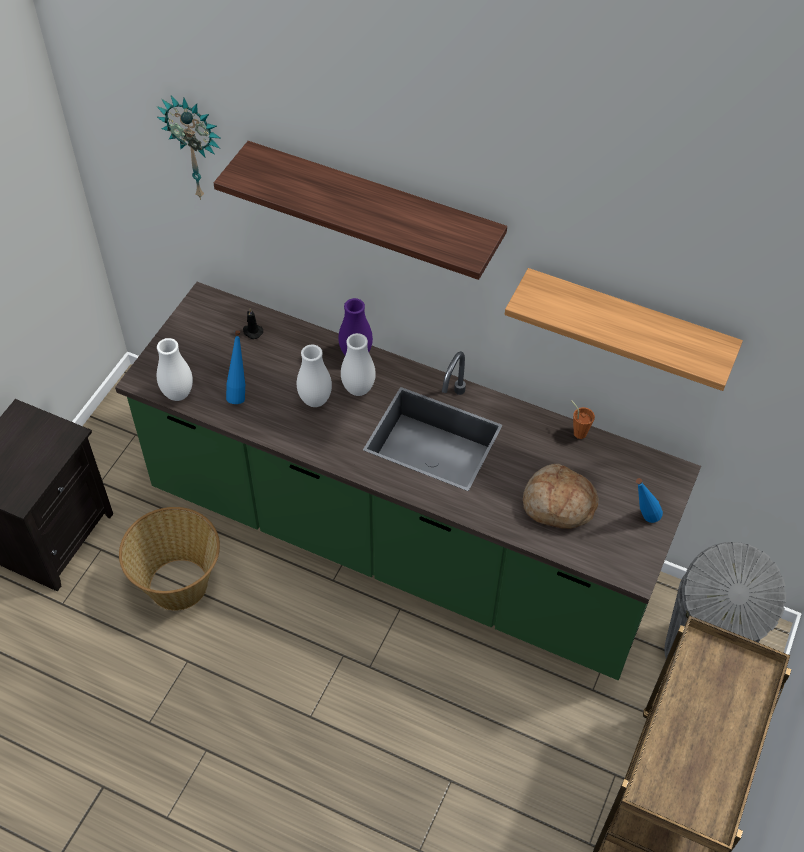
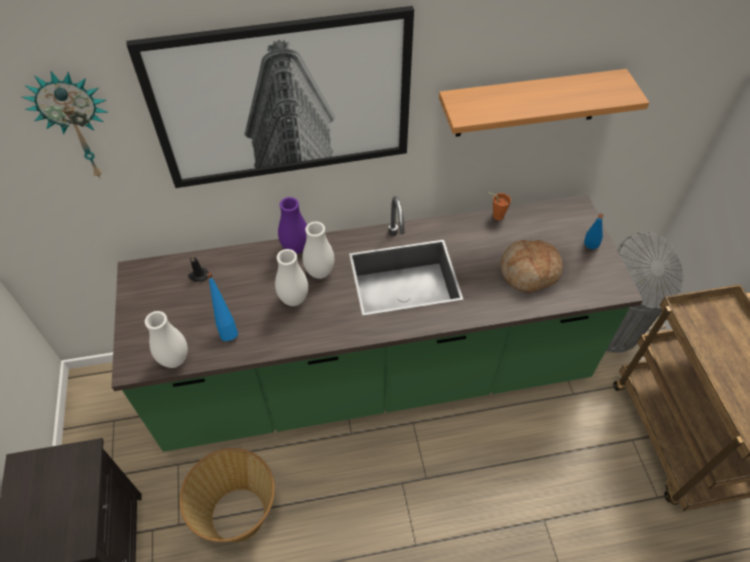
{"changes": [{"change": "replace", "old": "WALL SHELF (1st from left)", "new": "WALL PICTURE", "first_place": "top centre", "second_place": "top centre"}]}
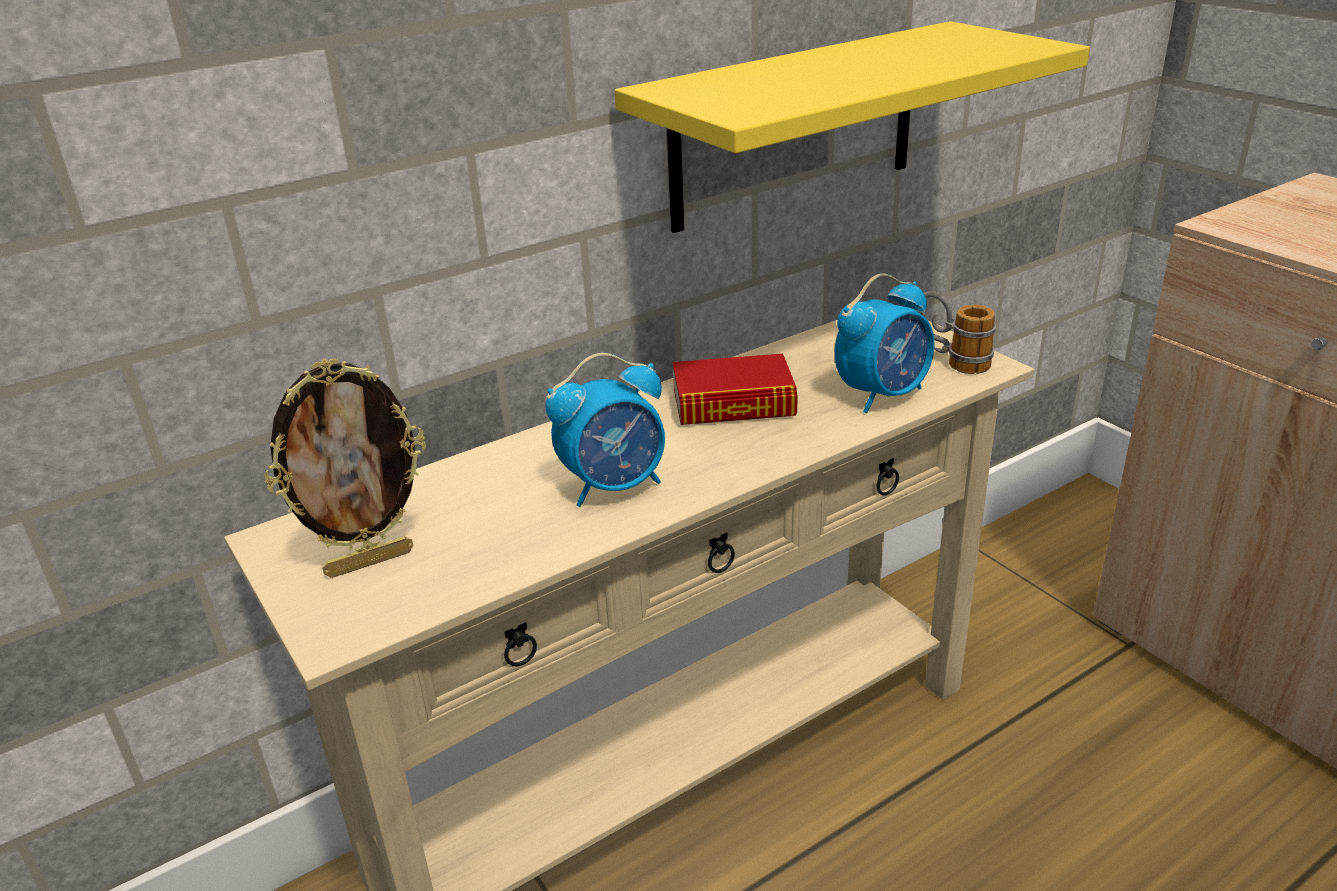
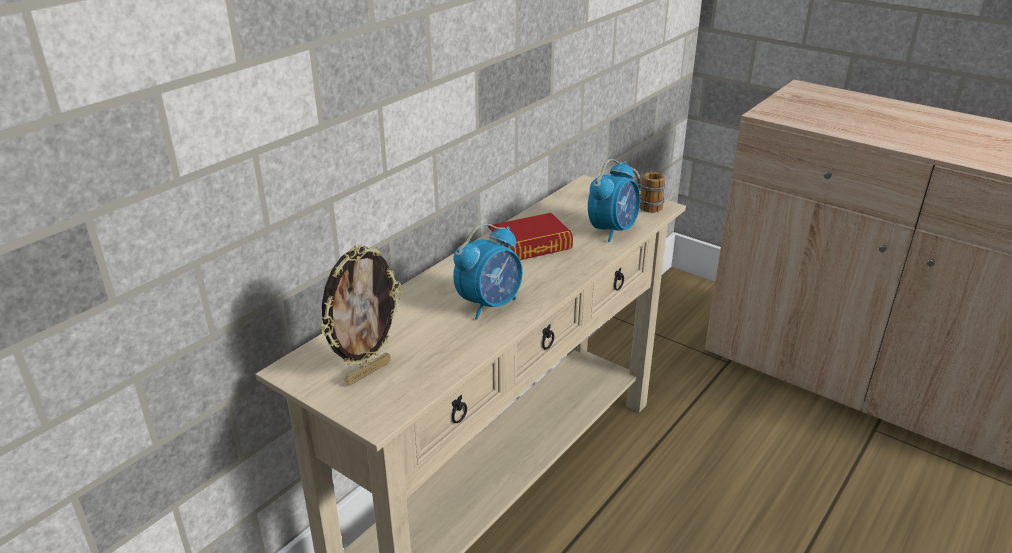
{"changes": [{"change": "delete", "old": "YELLOW-COLOURED WALL SHELF", "first_place": "top centre"}]}
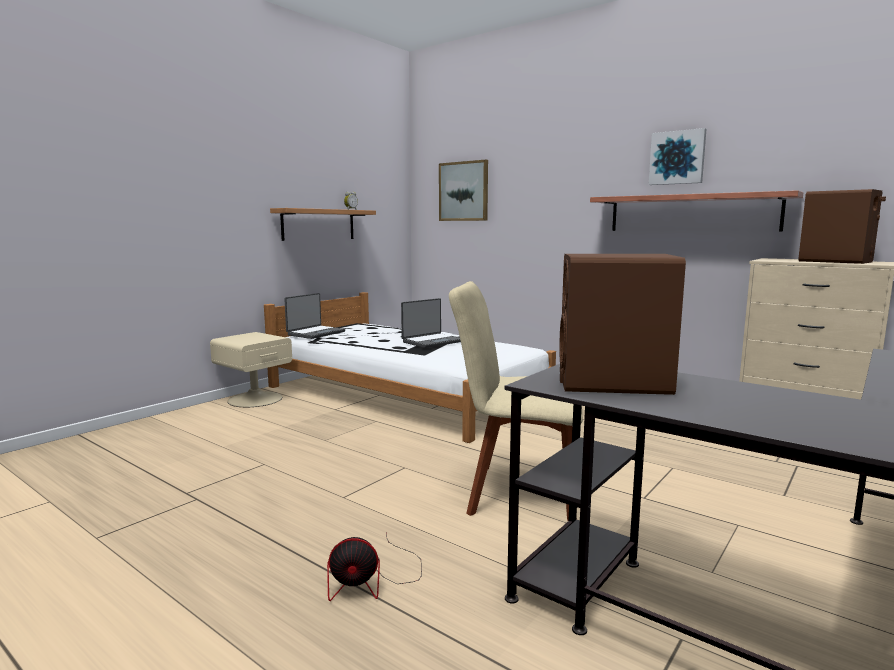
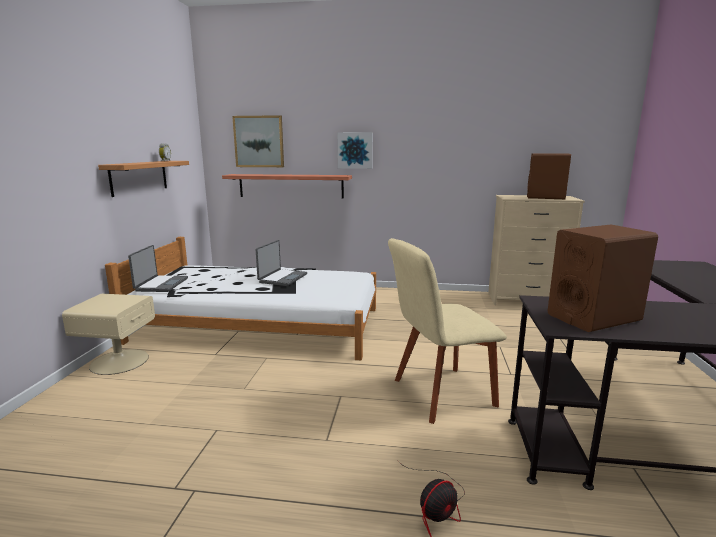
{"changes": [{"change": "move", "old": "WALL SHELF (2nd from left)", "first_place": "top right", "second_place": "centre"}, {"change": "move", "old": "WALL PICTURE (2nd from left)", "first_place": "top right", "second_place": "top centre"}]}
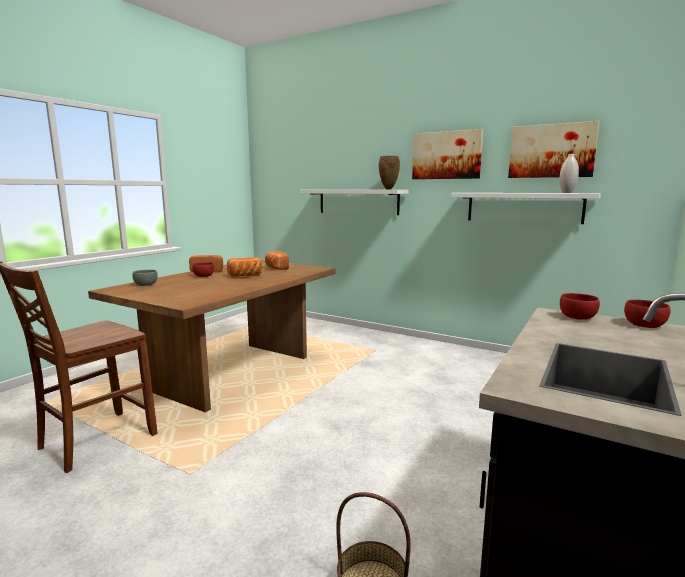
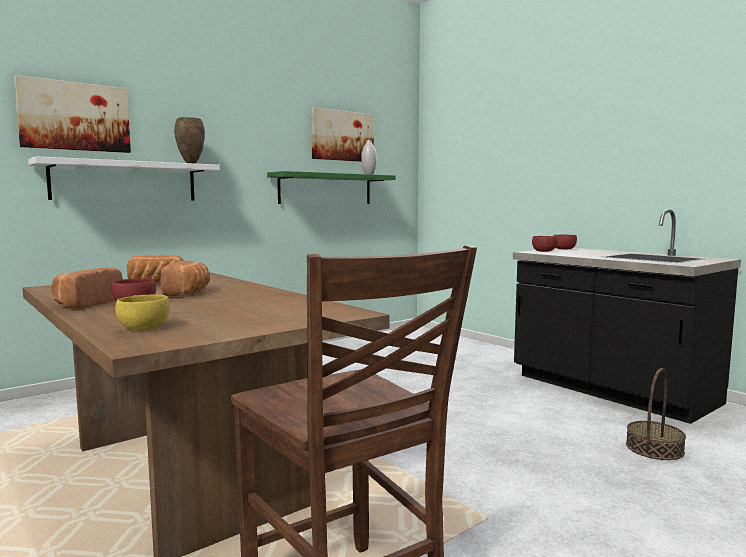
{"changes": [{"change": "move", "old": "WALL PICTURE (1st from left)", "first_place": "top centre", "second_place": "top left"}, {"change": "recolor", "old": "GREYISH DEEP DISH", "new": "YELLOW-COLOURED DEEP DISH", "first_place": "middle left", "second_place": "middle left"}, {"change": "recolor", "old": "WHITISH WALL SHELF (2nd from left)", "new": "GREEN-COLOURED WALL SHELF", "first_place": "middle right", "second_place": "centre"}]}
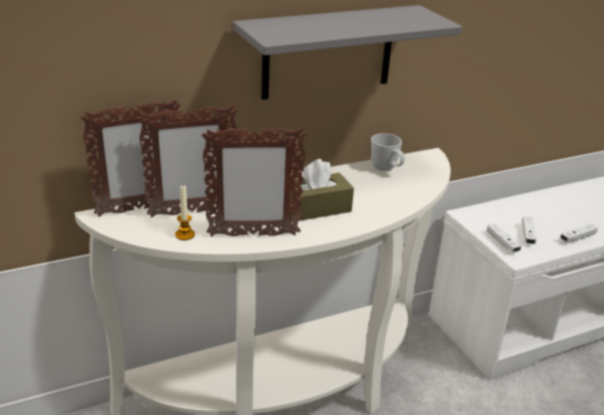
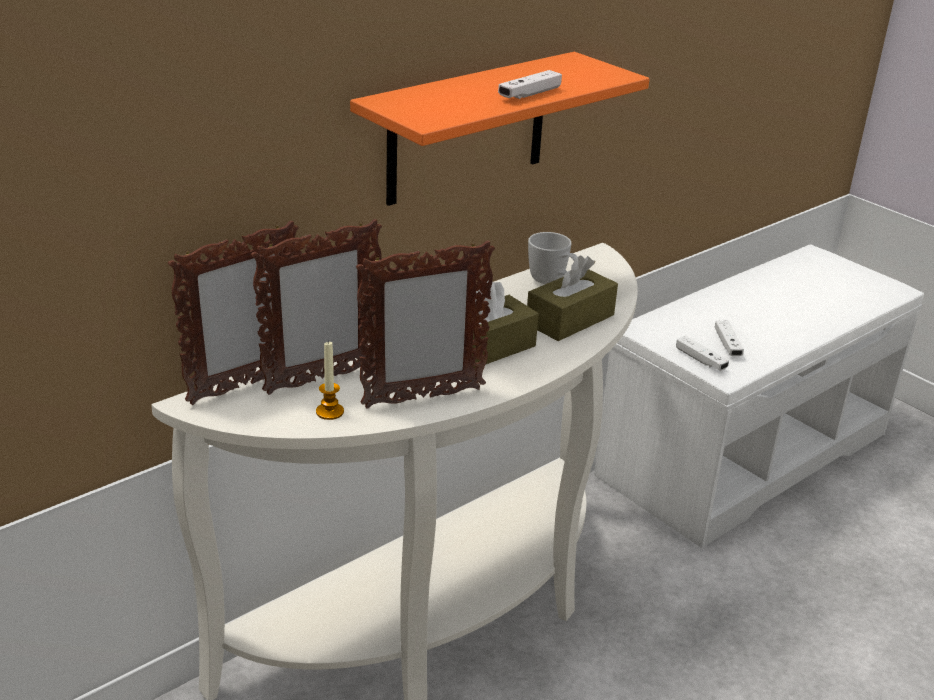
{"changes": [{"change": "recolor", "old": "GREYISH WALL SHELF", "new": "ORANGE-COLOURED WALL SHELF", "first_place": "top centre", "second_place": "top centre"}, {"change": "move", "old": "WHITISH JOYPAD (3rd from left in the first image)", "new": "WHITISH JOYPAD (1st from left)", "first_place": "middle right", "second_place": "top centre"}, {"change": "insert", "new": "BROWN TISSUE BOX (2nd from left)", "second_place": "centre"}]}
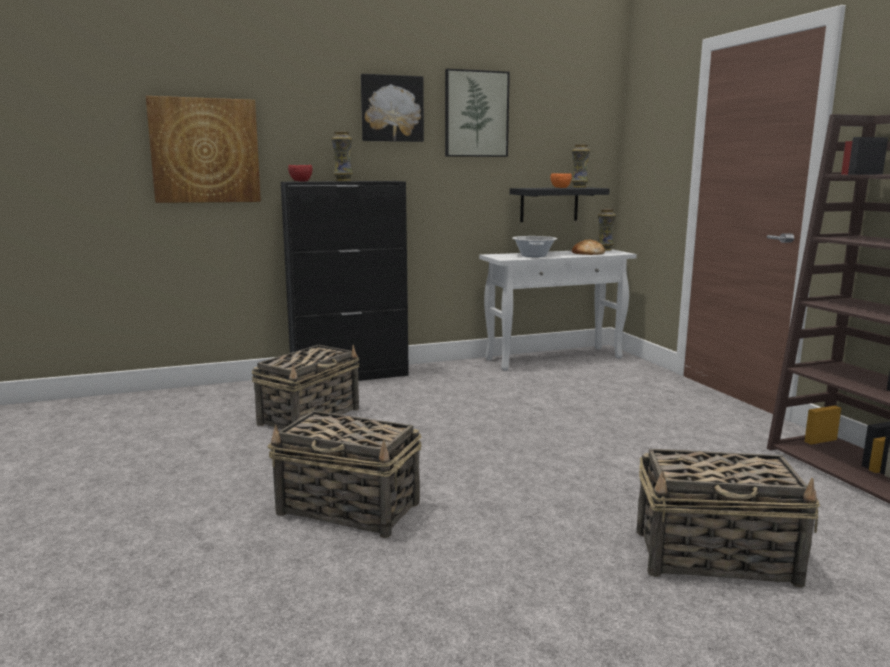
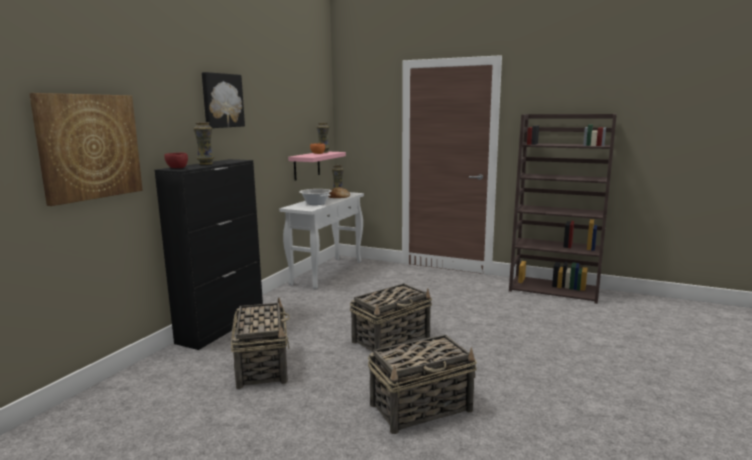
{"changes": [{"change": "recolor", "old": "BLACKISH WALL SHELF", "new": "PINK WALL SHELF", "first_place": "top centre", "second_place": "centre"}, {"change": "move", "old": "STORAGE BASKET (3rd from left in the first image)", "new": "STORAGE BASKET (2nd from left)", "first_place": "bottom right", "second_place": "bottom centre"}, {"change": "delete", "old": "WALL PICTURE (3rd from left)", "first_place": "top centre"}]}
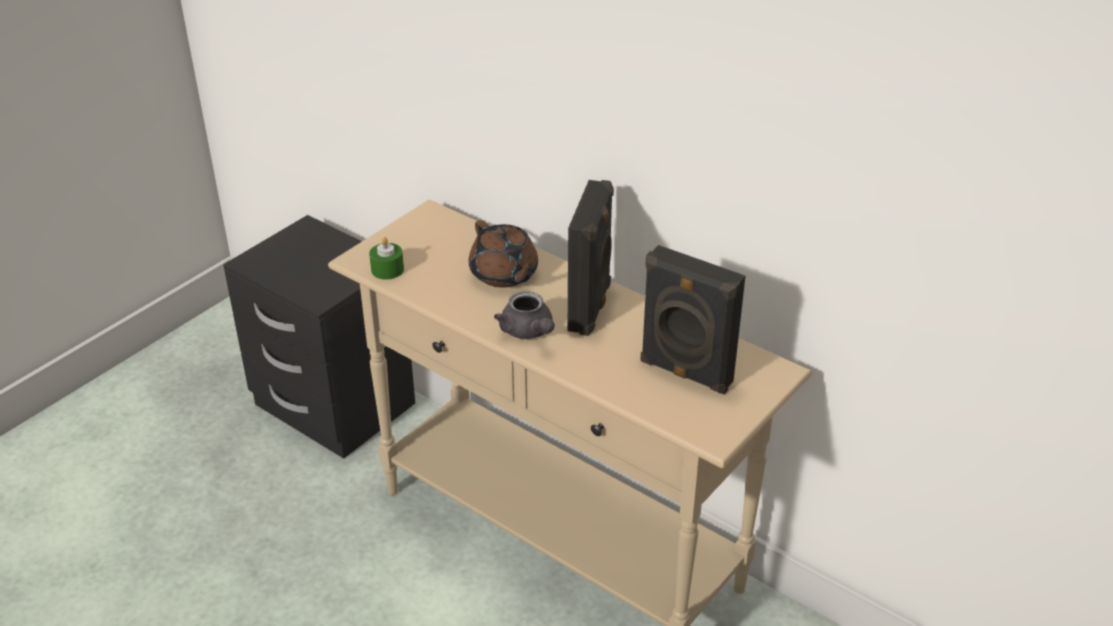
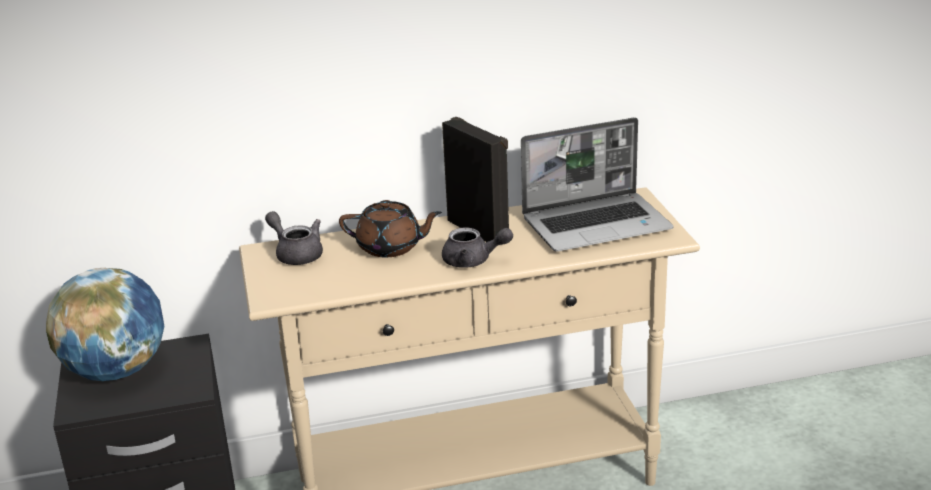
{"changes": [{"change": "insert", "new": "WORLD GLOBE", "second_place": "middle left"}, {"change": "insert", "new": "GREYISH POT FOR TEA (1st from left)", "second_place": "middle left"}, {"change": "replace", "old": "BLACKISH LOUDSPEAKER (2nd from left)", "new": "NOTEBOOK COMPUTER", "first_place": "centre", "second_place": "centre"}, {"change": "delete", "old": "GREEN-COLOURED WAX CANDLE", "first_place": "centre"}]}
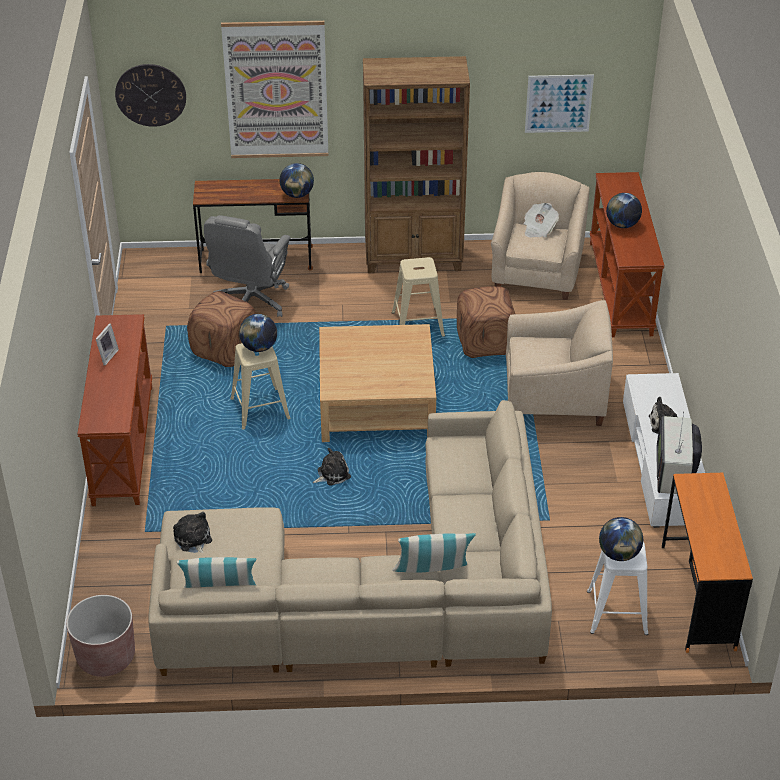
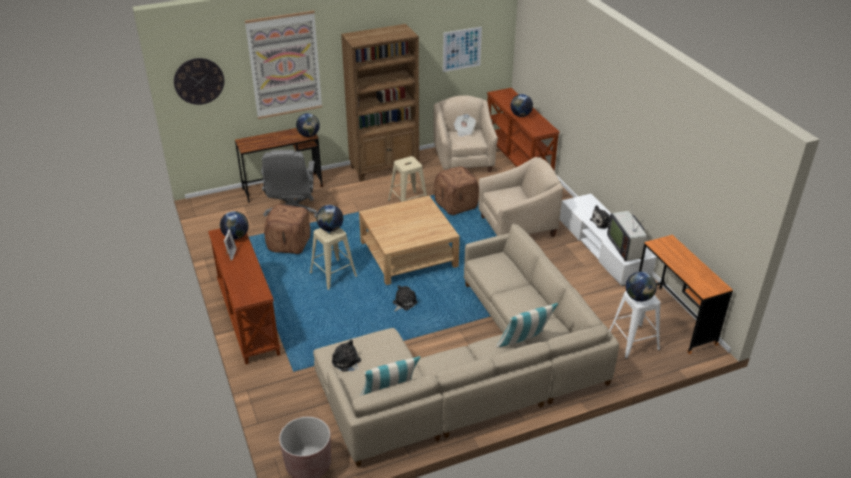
{"changes": [{"change": "insert", "new": "WORLD GLOBE (1st from left)", "second_place": "middle left"}]}
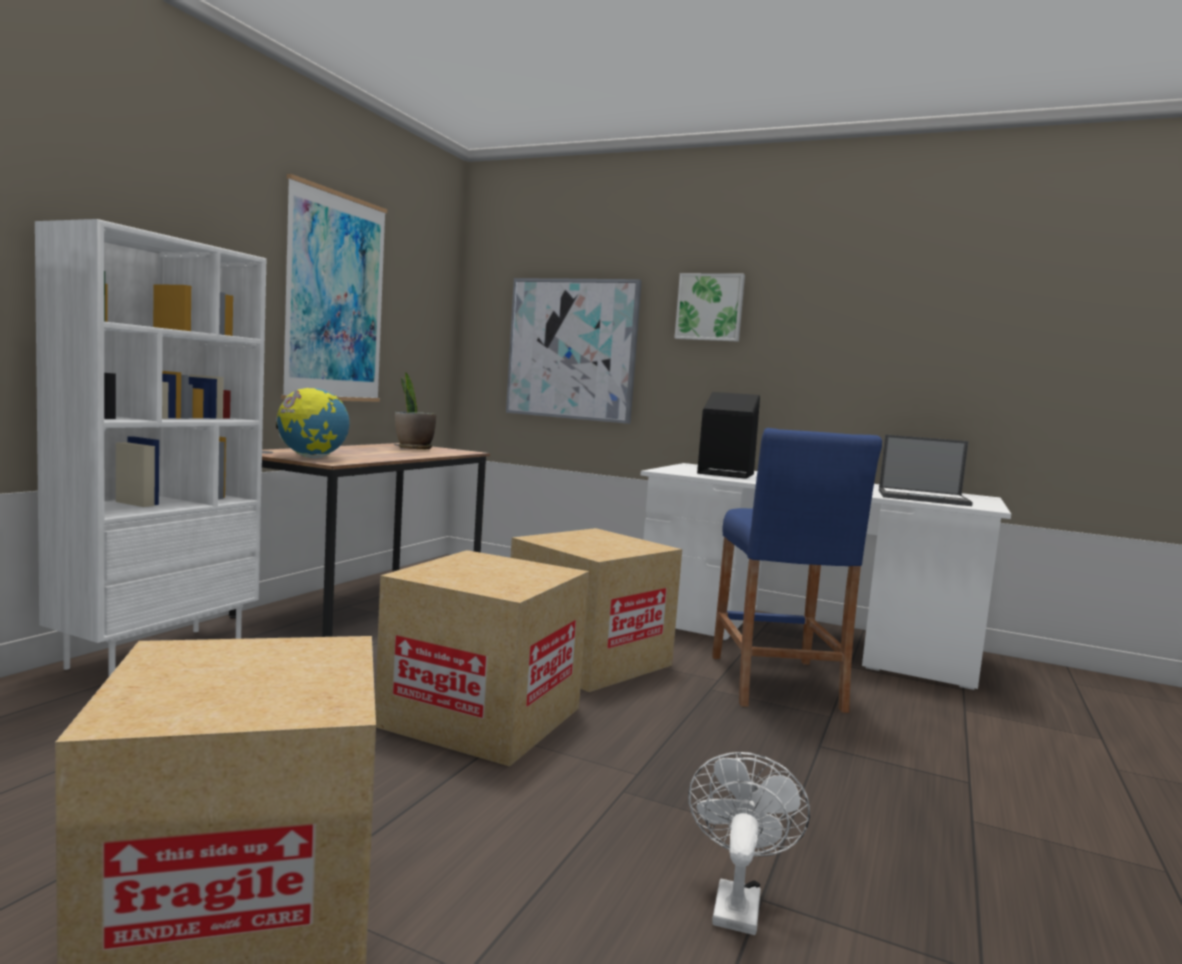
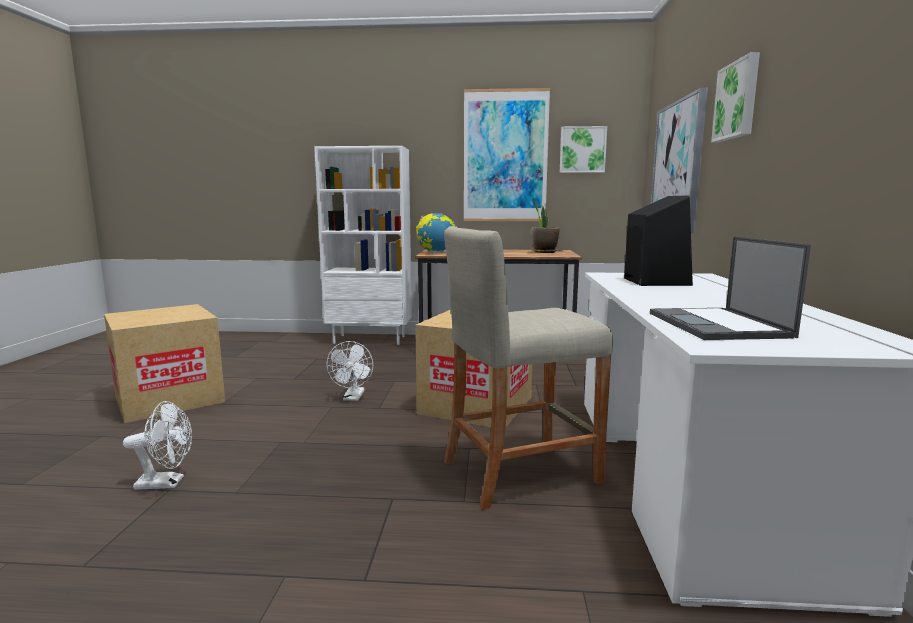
{"changes": [{"change": "replace", "old": "CARTON (2nd from left)", "new": "WHITISH FAN (2nd from left)", "first_place": "bottom centre", "second_place": "centre"}, {"change": "recolor", "old": "BLUE STOOL SEAT", "new": "BEIGE-COLOURED STOOL SEAT", "first_place": "middle right", "second_place": "centre"}, {"change": "insert", "new": "WALL PICTURE (2nd from left)", "second_place": "top centre"}]}
